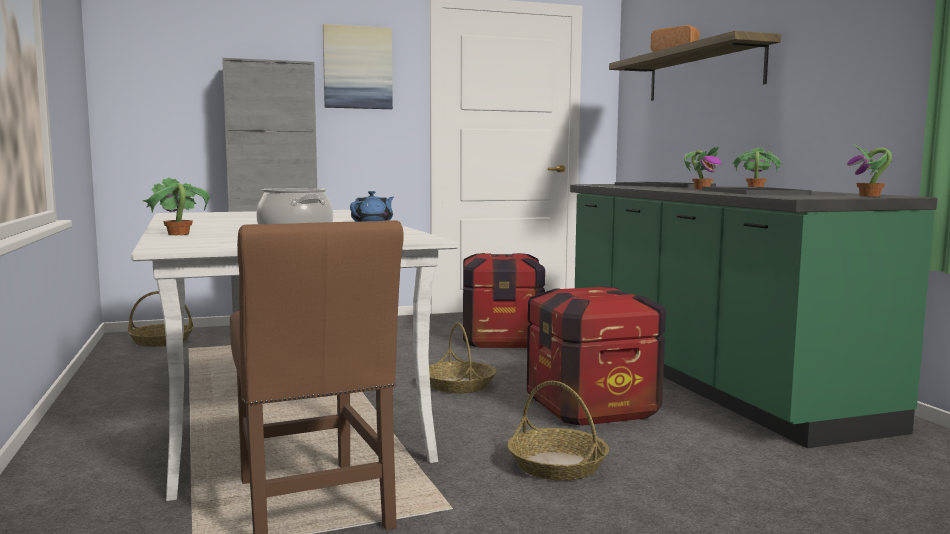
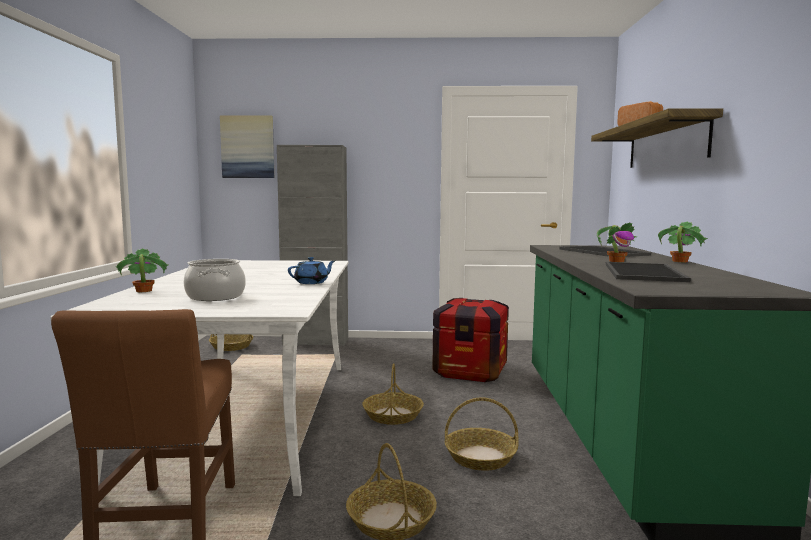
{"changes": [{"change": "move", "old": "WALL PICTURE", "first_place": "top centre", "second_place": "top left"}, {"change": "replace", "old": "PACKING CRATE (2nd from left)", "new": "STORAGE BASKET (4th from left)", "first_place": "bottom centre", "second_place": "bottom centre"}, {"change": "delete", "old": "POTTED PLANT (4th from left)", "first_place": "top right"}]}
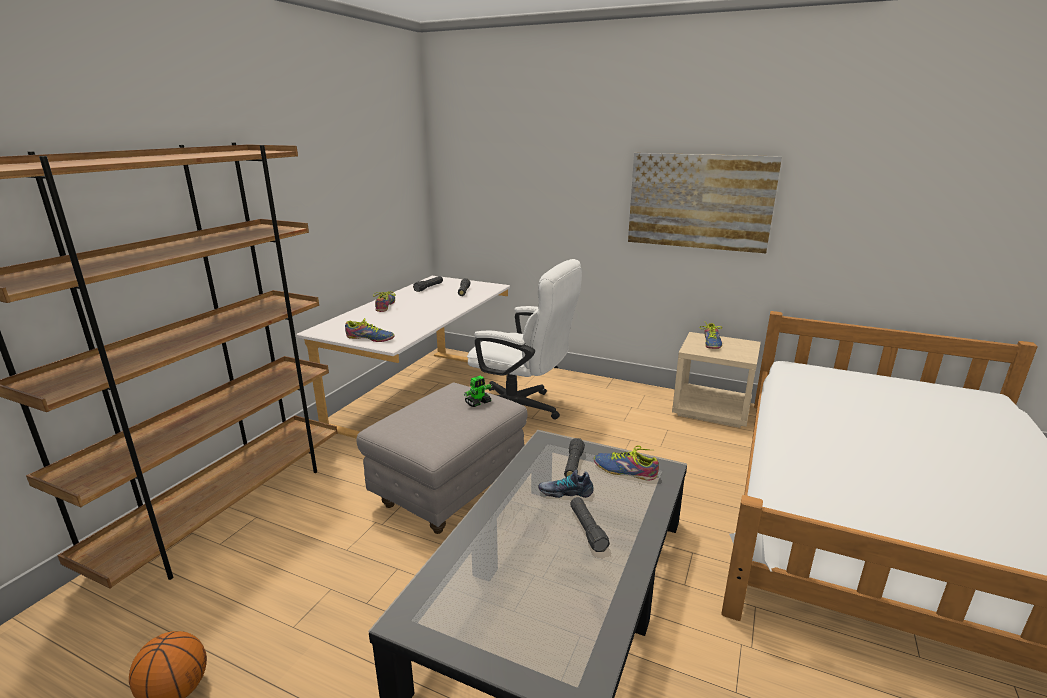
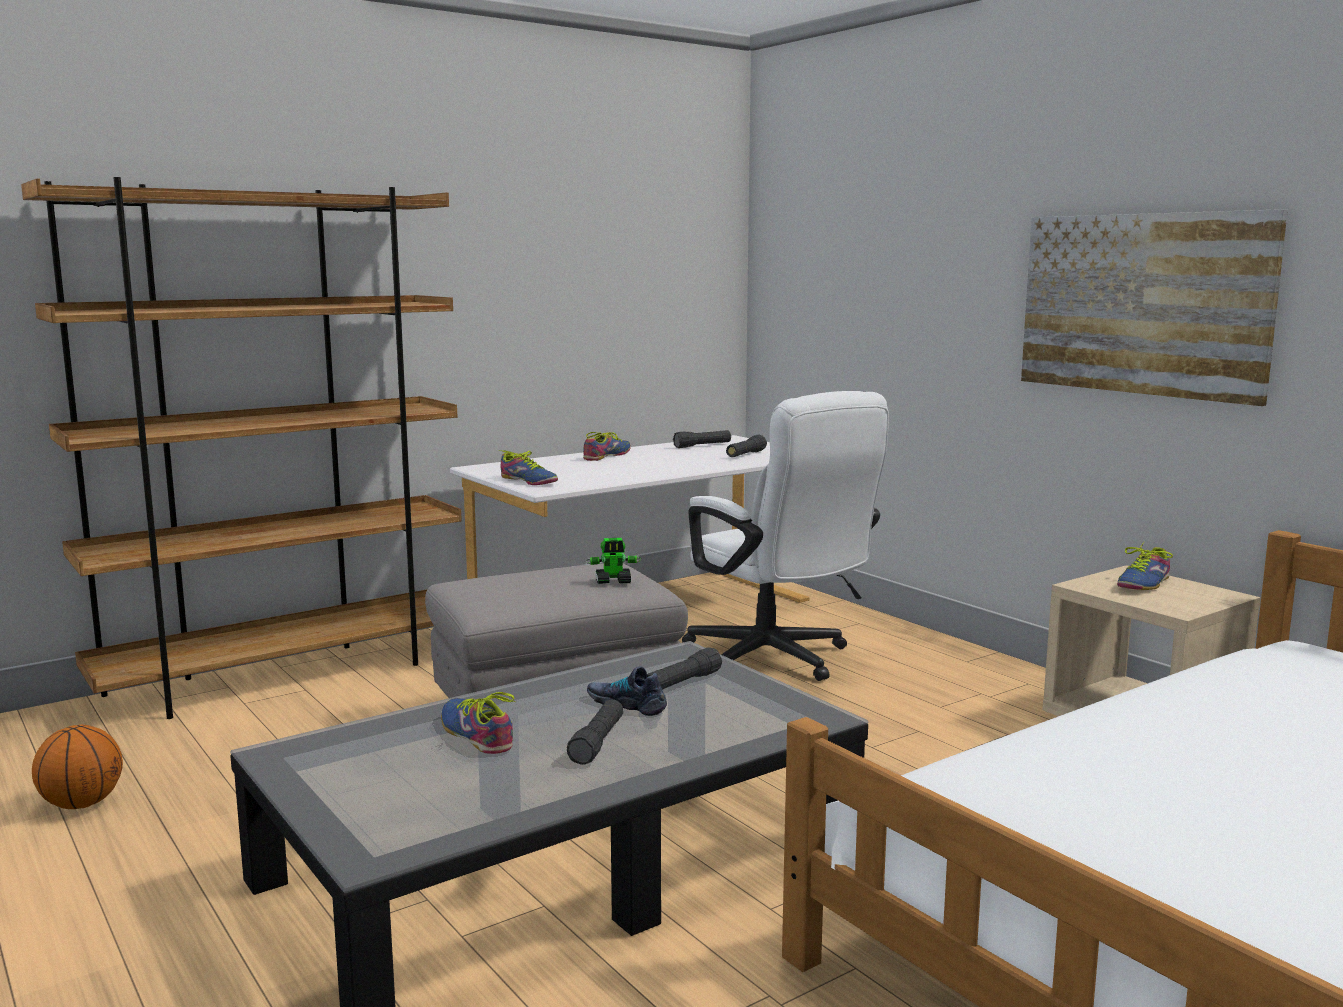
{"changes": [{"change": "move", "old": "LOW SHOE (4th from left in the first image)", "new": "LOW SHOE (1st from left)", "first_place": "centre", "second_place": "bottom centre"}]}
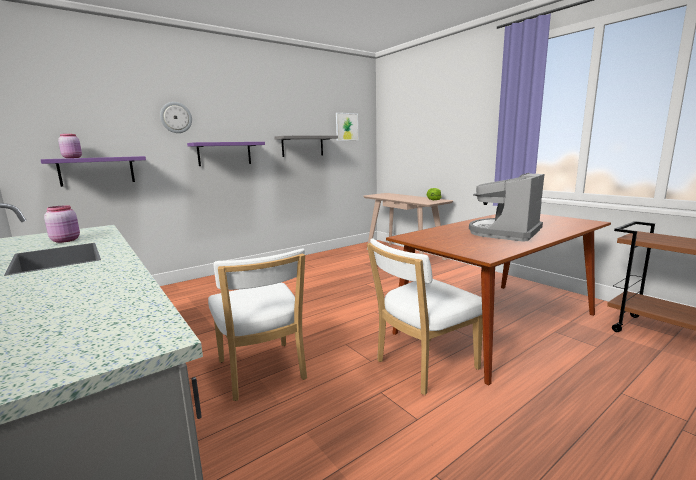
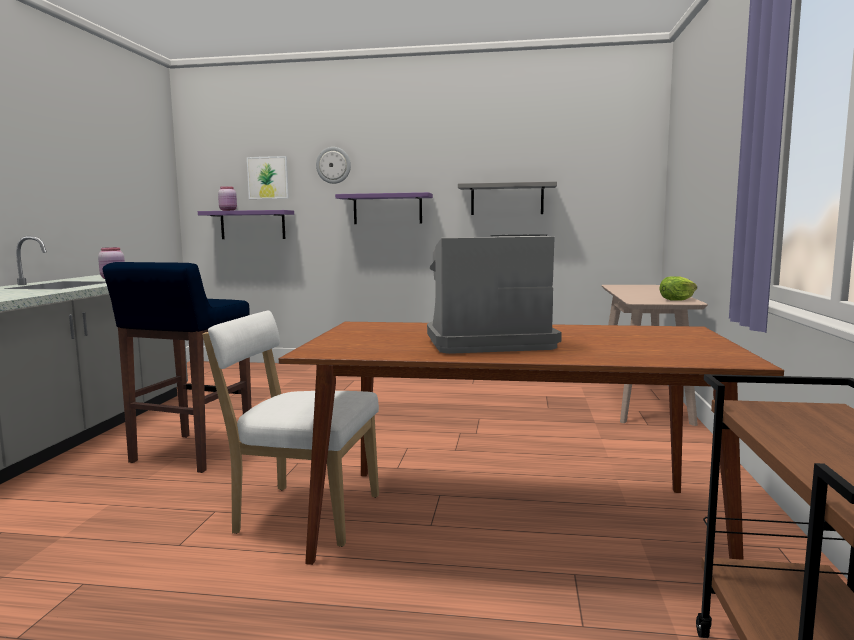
{"changes": [{"change": "replace", "old": "WHITISH UPRIGHT CHAIR (1st from left)", "new": "BLUE STOOL SEAT", "first_place": "bottom centre", "second_place": "middle left"}, {"change": "move", "old": "WALL PICTURE", "first_place": "top centre", "second_place": "top left"}]}
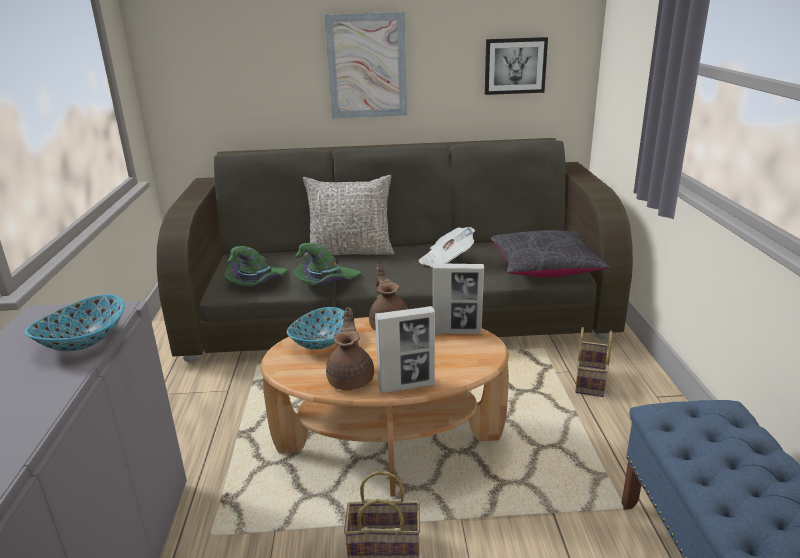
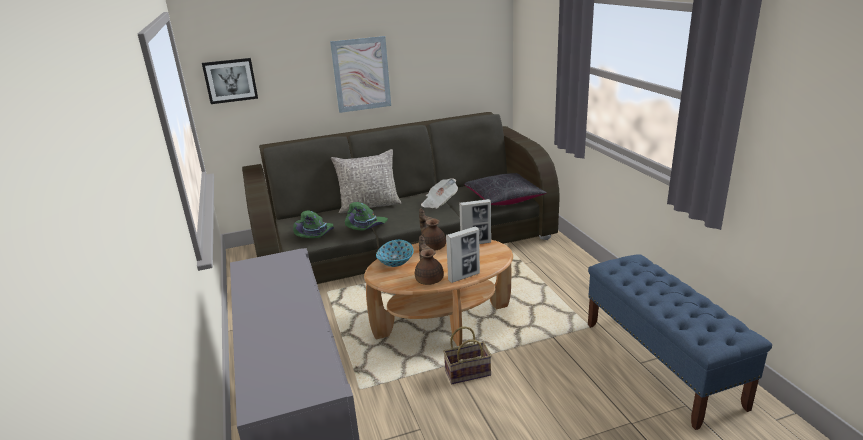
{"changes": [{"change": "move", "old": "WALL PICTURE (2nd from left in the first image)", "new": "WALL PICTURE (1st from left)", "first_place": "top centre", "second_place": "top left"}, {"change": "delete", "old": "DEEP DISH (1st from left)", "first_place": "middle left"}, {"change": "delete", "old": "STORAGE BASKET (2nd from left)", "first_place": "middle right"}]}
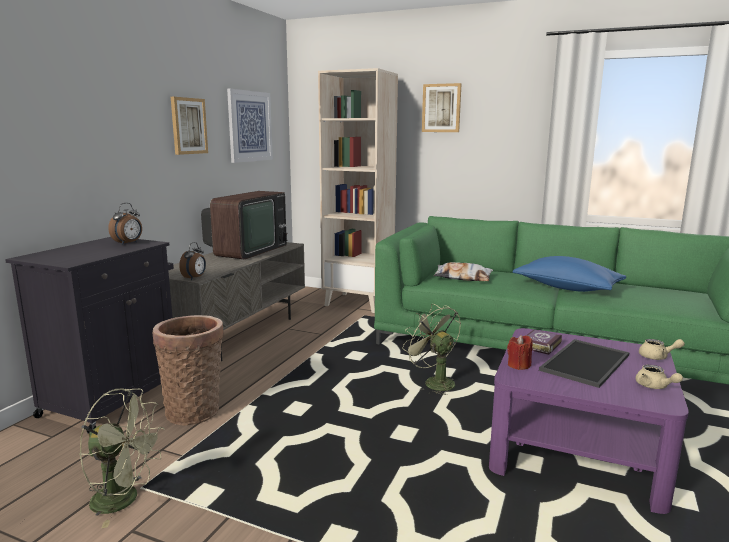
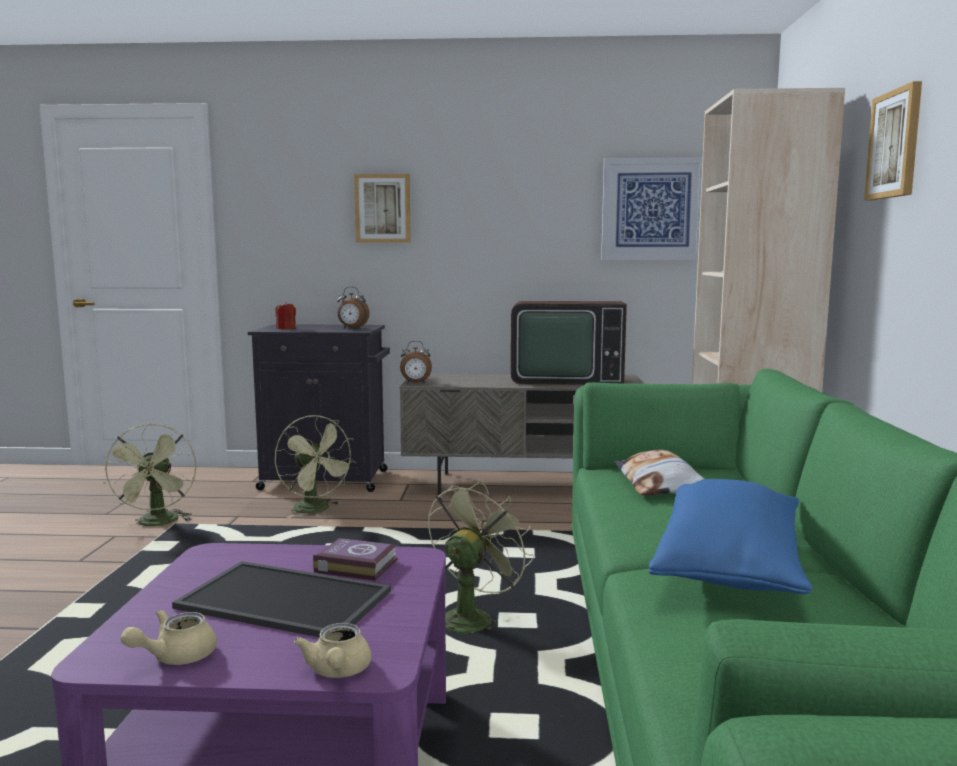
{"changes": [{"change": "replace", "old": "STORAGE BASKET", "new": "GREEN-COLOURED FAN (2nd from left)", "first_place": "bottom left", "second_place": "middle left"}, {"change": "move", "old": "RED WAX CANDLE", "first_place": "middle right", "second_place": "middle left"}, {"change": "move", "old": "WALL PICTURE (1st from left)", "first_place": "top left", "second_place": "top centre"}]}
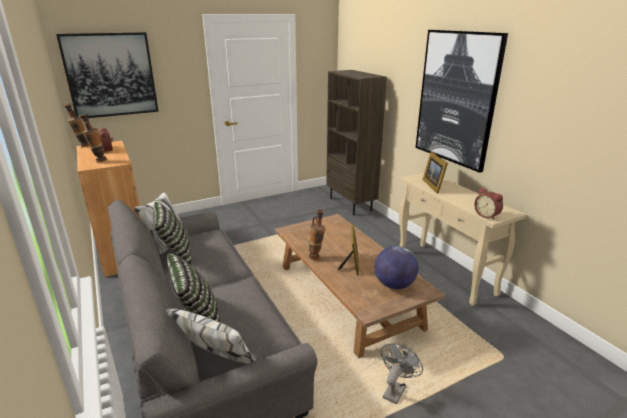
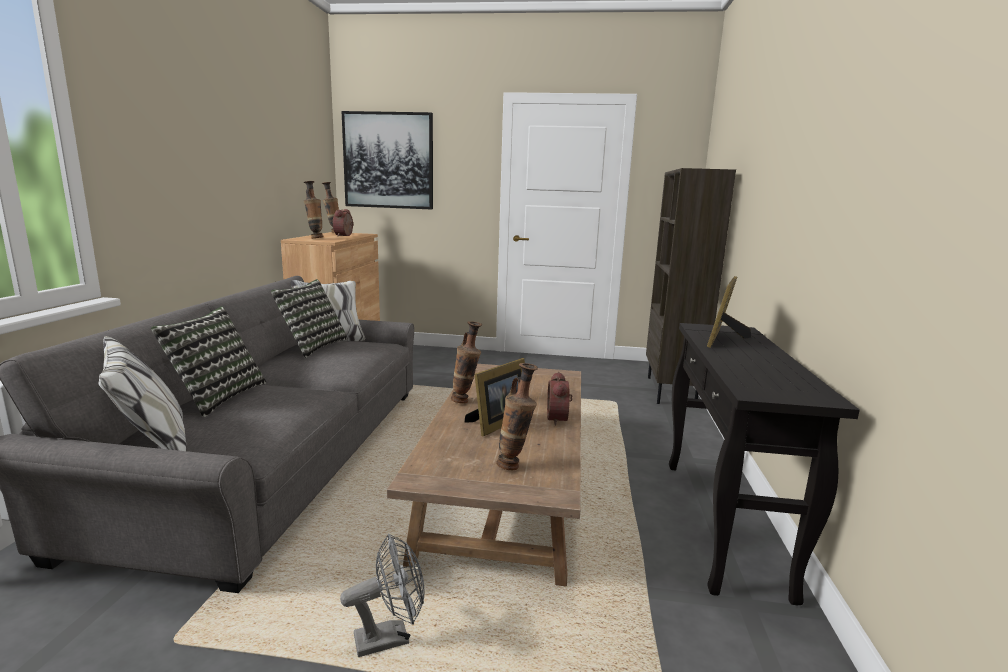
{"changes": [{"change": "replace", "old": "WORLD GLOBE", "new": "FLOWER VASE (4th from left)", "first_place": "centre", "second_place": "centre"}, {"change": "move", "old": "BEDSIDE CLOCK (2nd from left)", "first_place": "middle right", "second_place": "centre"}, {"change": "recolor", "old": "BEIGE-COLOURED NARROW TABLE", "new": "BLACKISH NARROW TABLE", "first_place": "middle right", "second_place": "bottom right"}, {"change": "delete", "old": "WALL PICTURE (2nd from left)", "first_place": "top right"}]}
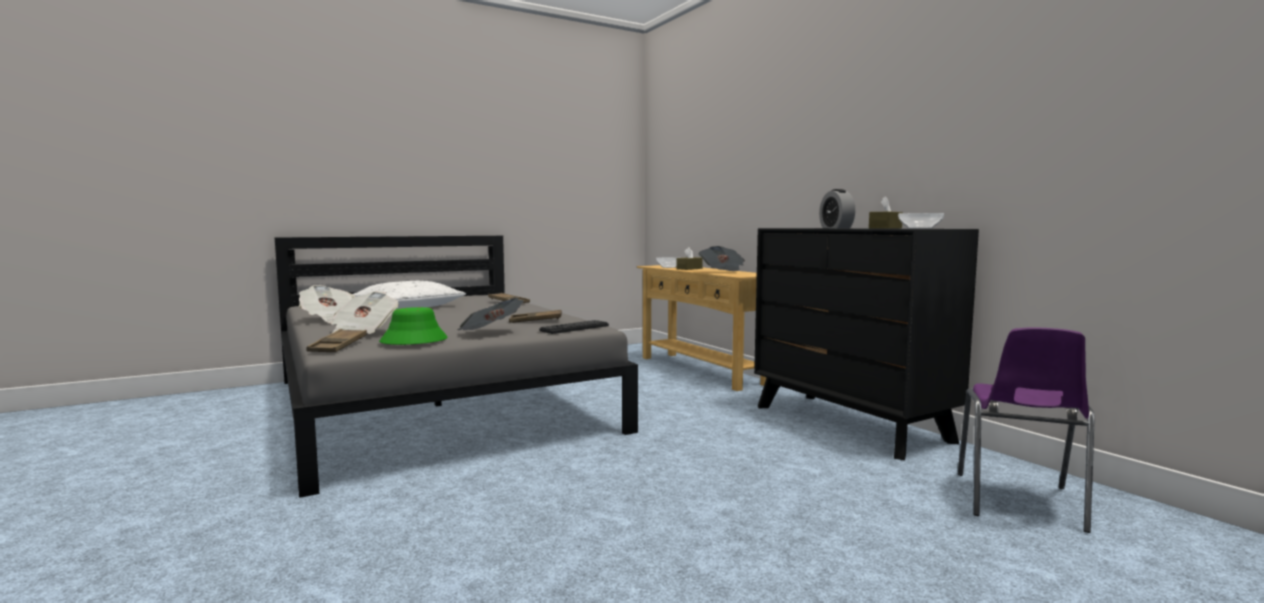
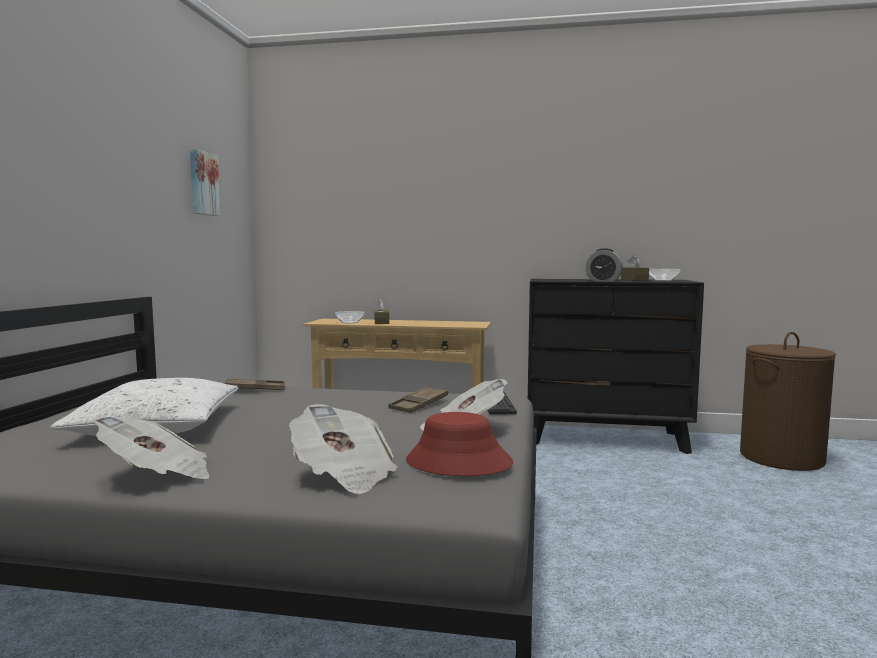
{"changes": [{"change": "insert", "new": "WALL PICTURE", "second_place": "top left"}, {"change": "recolor", "old": "GREEN-COLOURED CLOTHING HAT", "new": "RED CLOTHING HAT", "first_place": "middle left", "second_place": "bottom centre"}, {"change": "replace", "old": "PURPLE UPRIGHT CHAIR", "new": "BROWN LAUNDRY BASKET", "first_place": "bottom right", "second_place": "middle right"}, {"change": "delete", "old": "BROWN CARRYING TRAY (1st from left)", "first_place": "middle left"}, {"change": "delete", "old": "NEWSPAPER (4th from left)", "first_place": "centre"}]}
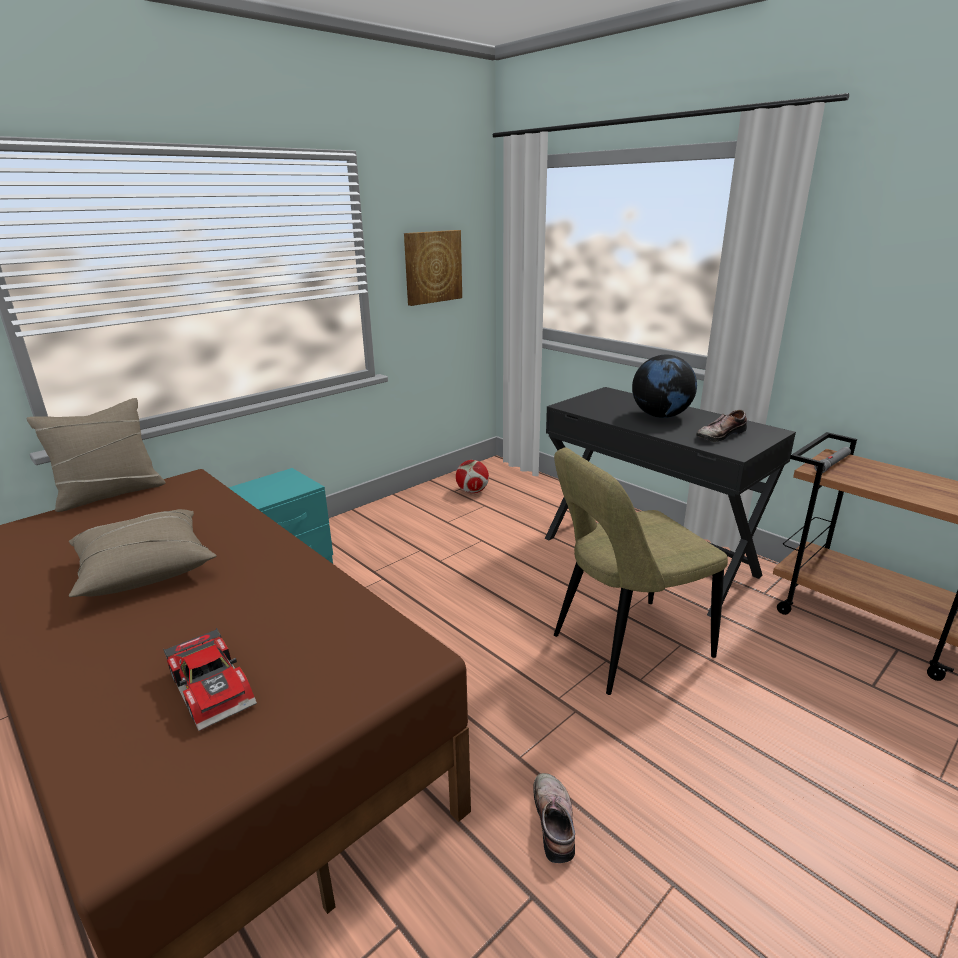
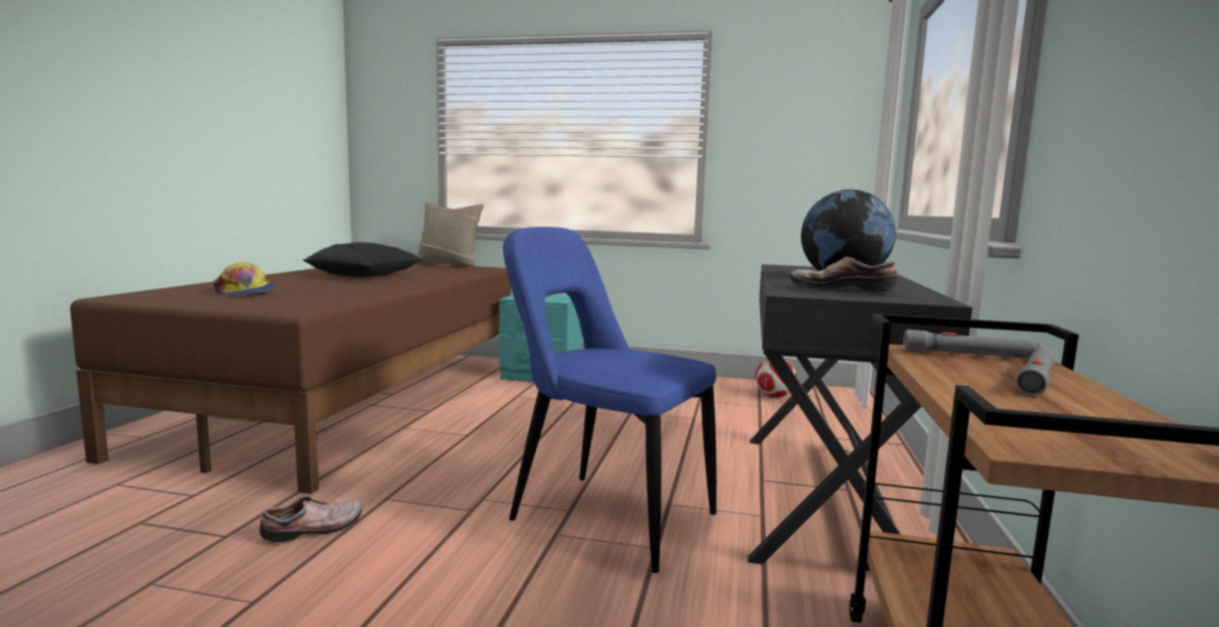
{"changes": [{"change": "replace", "old": "MINIATURE CAR", "new": "PEAKED CAP", "first_place": "bottom left", "second_place": "middle left"}, {"change": "recolor", "old": "BEIGE-COLOURED THROW PILLOW (2nd from left)", "new": "BLACKISH THROW PILLOW", "first_place": "middle left", "second_place": "middle left"}, {"change": "recolor", "old": "BEIGE-COLOURED UPRIGHT CHAIR", "new": "BLUE UPRIGHT CHAIR", "first_place": "middle right", "second_place": "centre"}, {"change": "insert", "new": "GREYISH HAND TORCH (2nd from left)", "second_place": "middle right"}, {"change": "delete", "old": "WALL PICTURE", "first_place": "top centre"}]}
